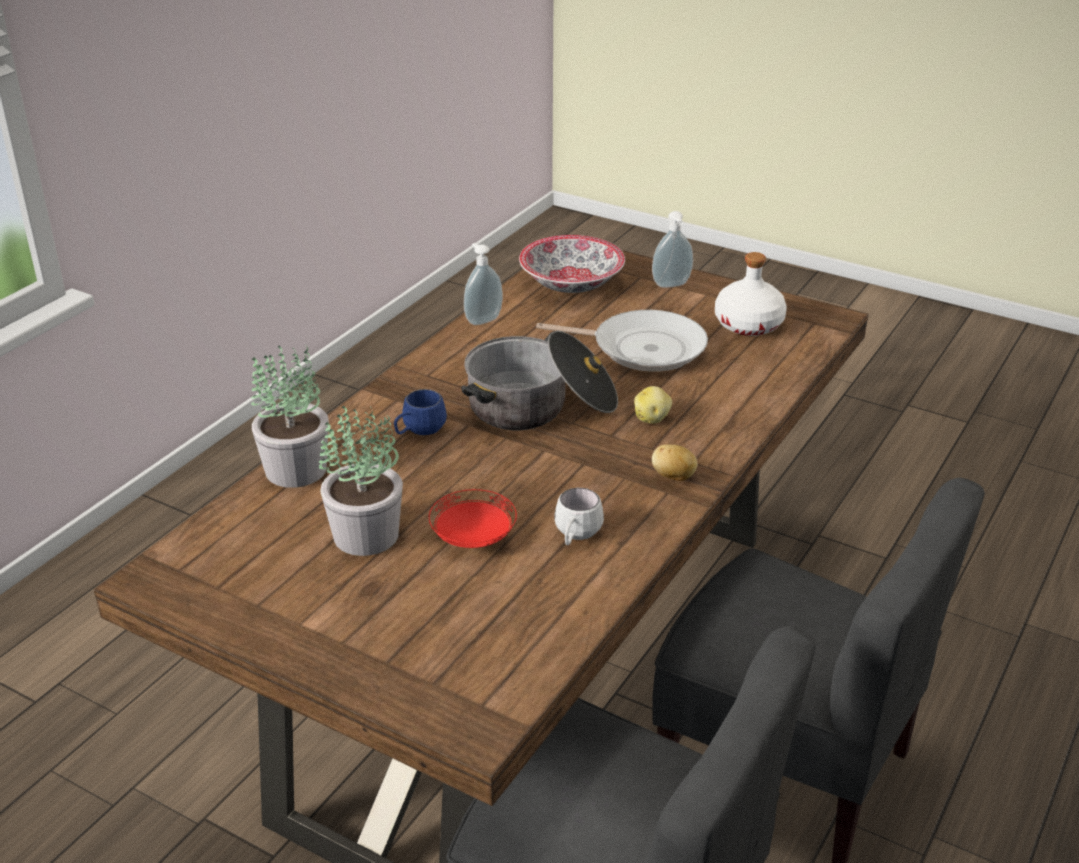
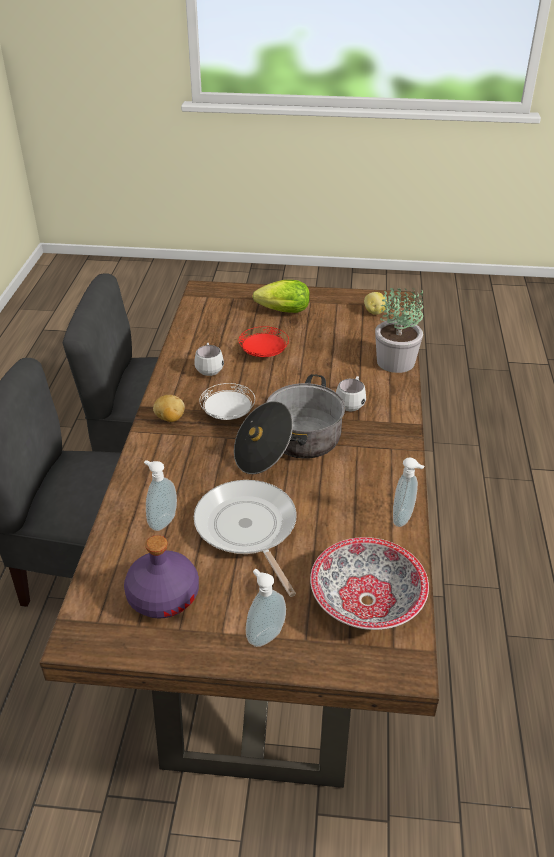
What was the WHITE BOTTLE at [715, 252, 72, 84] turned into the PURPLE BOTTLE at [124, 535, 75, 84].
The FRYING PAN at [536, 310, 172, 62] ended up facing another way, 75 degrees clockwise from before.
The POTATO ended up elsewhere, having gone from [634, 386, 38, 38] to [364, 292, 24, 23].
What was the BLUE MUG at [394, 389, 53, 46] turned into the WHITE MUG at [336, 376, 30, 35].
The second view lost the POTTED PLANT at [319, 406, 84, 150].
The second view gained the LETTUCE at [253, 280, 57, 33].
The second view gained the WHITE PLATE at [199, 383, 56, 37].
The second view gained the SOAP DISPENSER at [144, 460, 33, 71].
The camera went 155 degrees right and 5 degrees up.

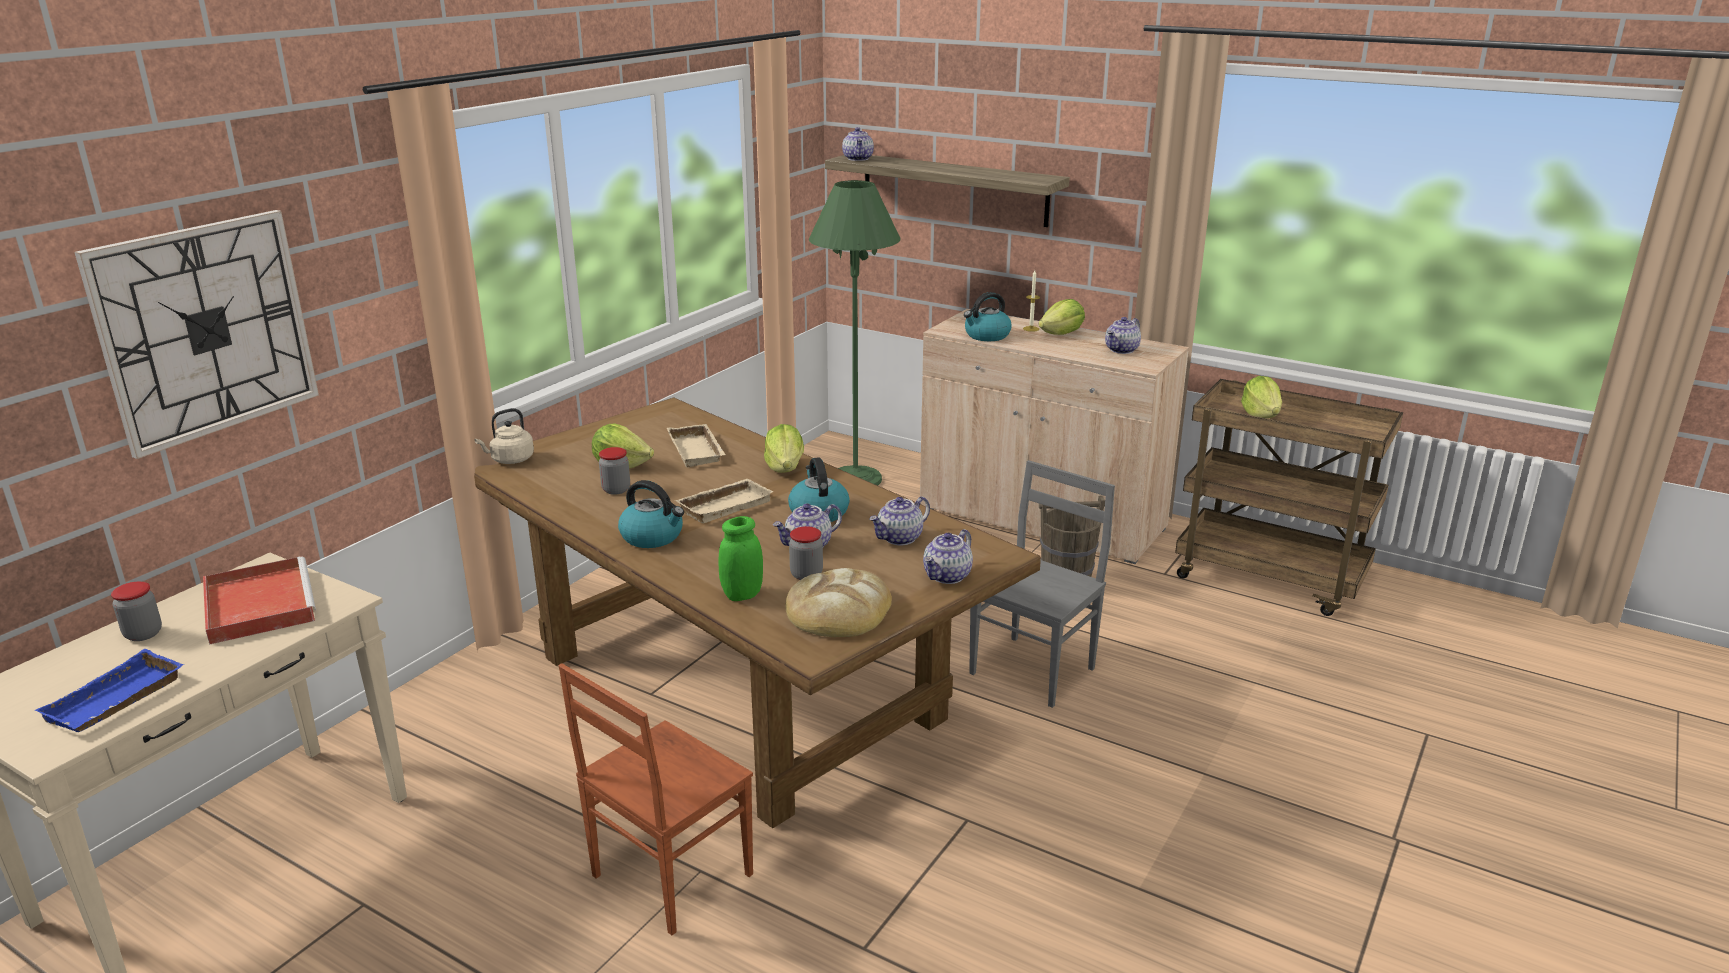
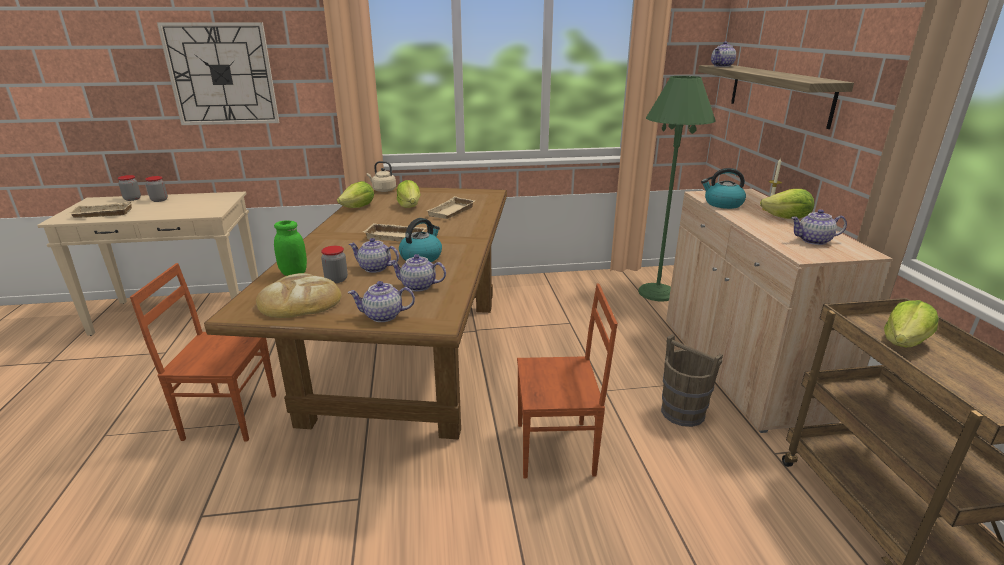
The LETTUCE ended up elsewhere, having gone from [764, 424, 40, 49] to [337, 181, 37, 27].
The JAR ended up elsewhere, having gone from [599, 447, 31, 48] to [118, 175, 23, 26].
What was the GREY CHAIR at [969, 460, 146, 248] turned into the BROWN CHAIR at [517, 284, 101, 194].
The second view lost the KETTLE at [618, 480, 66, 68].
The second view lost the RED TRAY at [203, 556, 113, 89].
What was the BLUE TRAY at [35, 649, 149, 83] turned into the BEIGE TRAY at [68, 201, 65, 17].
The camera went 50 degrees right and 0 degrees up.

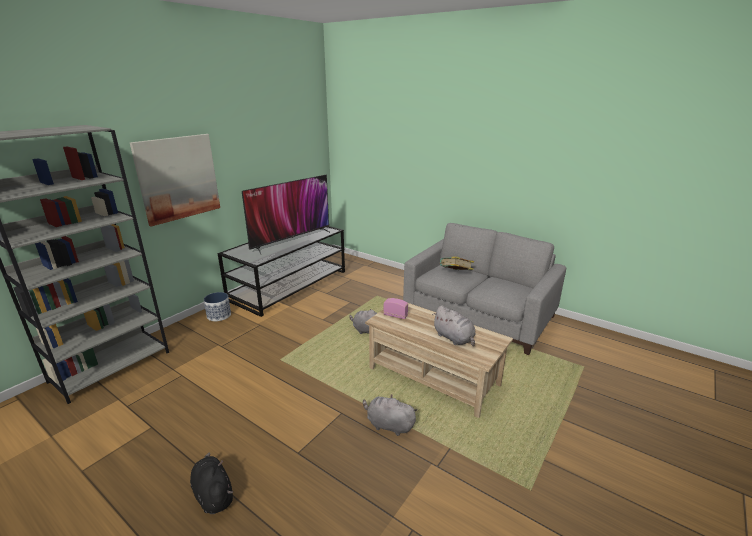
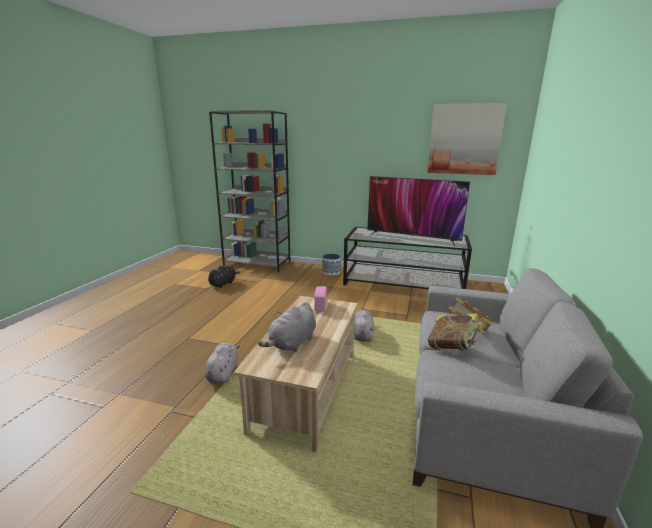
The PICTURE ended up elsewhere, having gone from [130, 134, 90, 93] to [427, 103, 80, 72].
The BLACK PLUSH TOY ended up elsewhere, having gone from [190, 453, 43, 61] to [208, 266, 33, 22].
The second view gained the BOOK at [428, 313, 55, 37].
The camera went 70 degrees right and 5 degrees down.

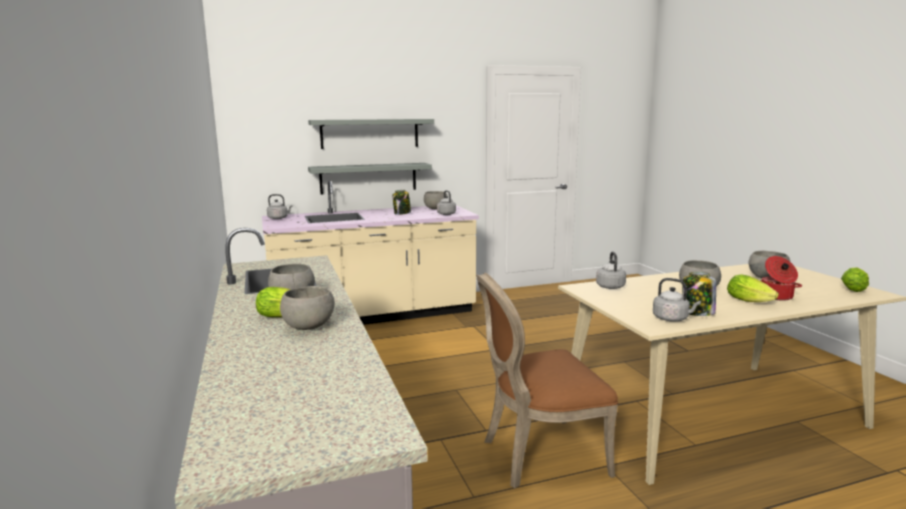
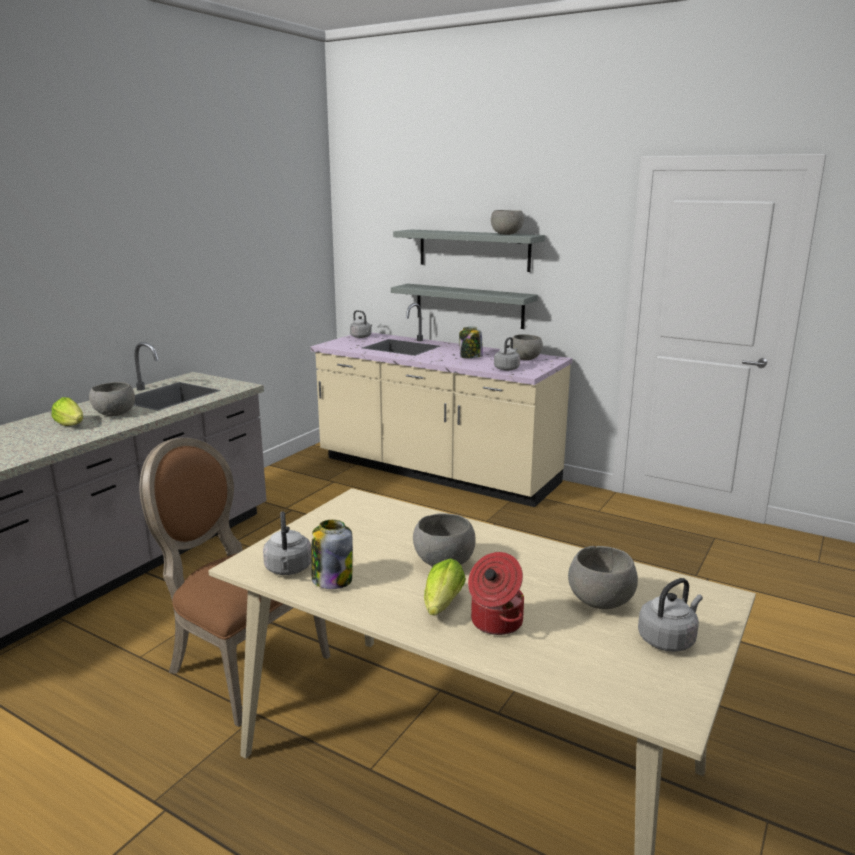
The GREY KETTLE ended up elsewhere, having gone from [596, 251, 30, 38] to [638, 578, 65, 74].
The second view lost the LETTUCE at [841, 267, 28, 25].
The GREY BOWL ended up elsewhere, having gone from [280, 286, 55, 44] to [491, 210, 33, 25].
The camera went 50 degrees right and 5 degrees up.

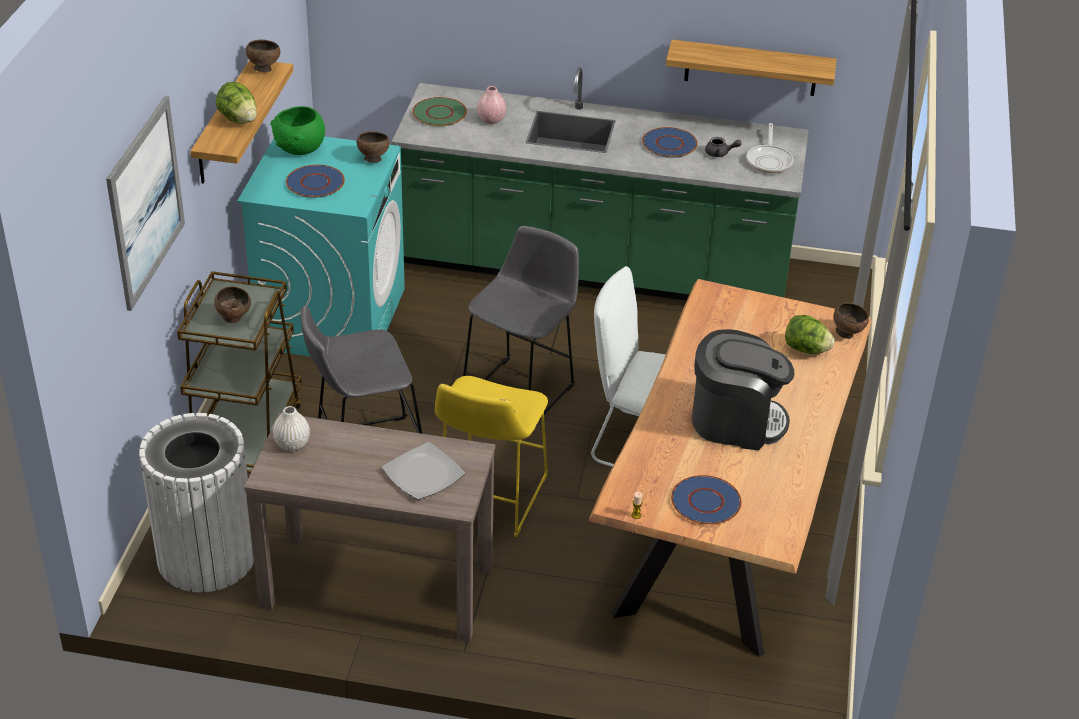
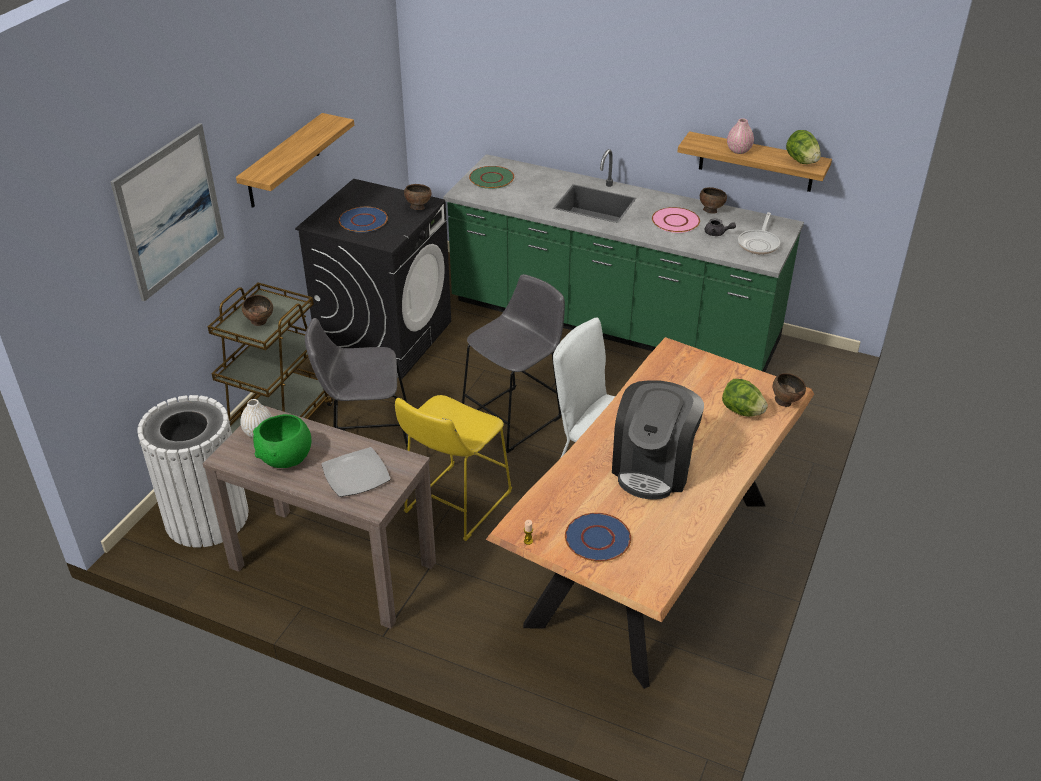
The BROWN BOWL ended up elsewhere, having gone from [246, 39, 34, 33] to [700, 187, 27, 27].
The LETTUCE ended up elsewhere, having gone from [216, 82, 41, 42] to [786, 130, 35, 34].
The PINK VASE ended up elsewhere, having gone from [477, 86, 29, 38] to [727, 118, 27, 36].
The GREEN BOWL ended up elsewhere, having gone from [270, 106, 55, 49] to [253, 414, 58, 54].
What was the BLUE PLATE at [642, 127, 56, 31] turned into the PINK PLATE at [652, 207, 48, 26].
What was the TURQUOISE WASHING MACHINE at [237, 137, 168, 220] turned into the BLACK WASHING MACHINE at [295, 179, 156, 200].
The COFFEE MACHINE at [692, 329, 103, 122] ended up facing another way, 90 degrees clockwise from before.
The camera went 15 degrees right and 0 degrees up.

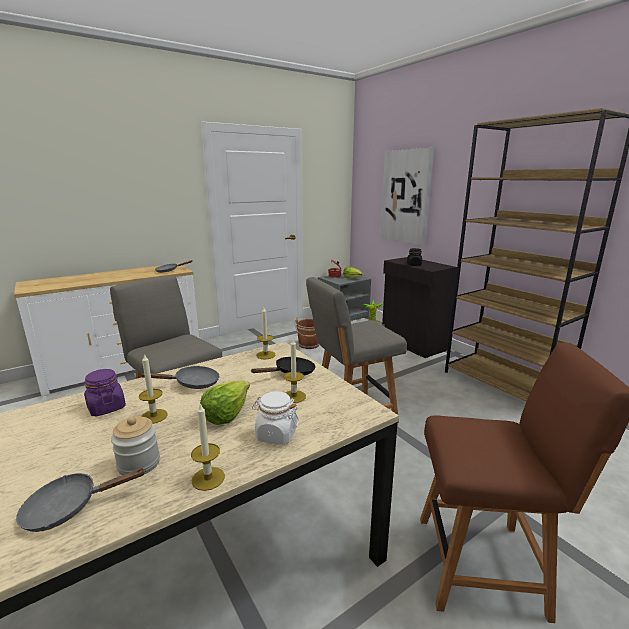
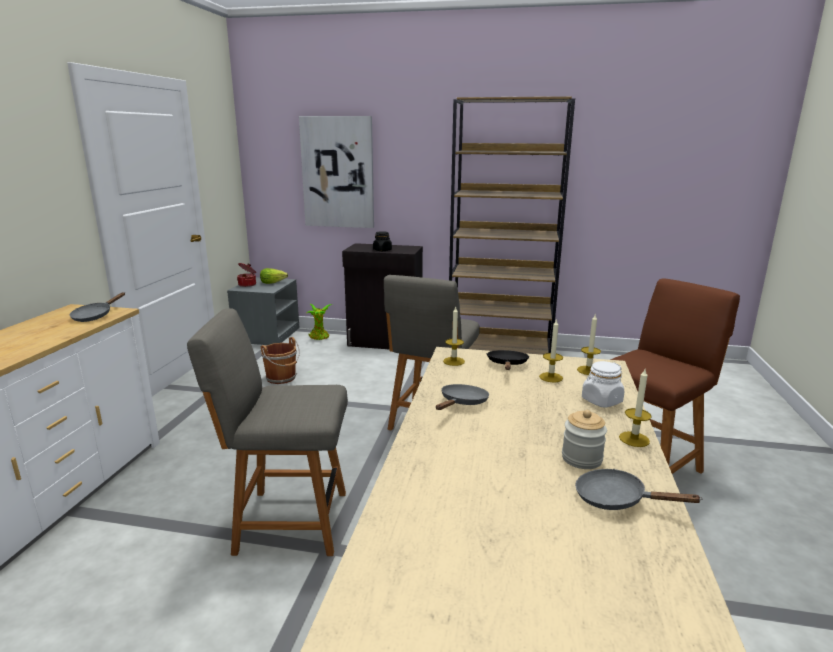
The CANDLE ended up elsewhere, having gone from [139, 353, 29, 71] to [577, 315, 24, 60].
The second view lost the PURPLE JAR at [84, 369, 42, 47].
The second view lost the LETTUCE at [200, 380, 50, 45].
The GREY FRYING PAN at [16, 468, 130, 64] ended up facing another way, 90 degrees clockwise from before.
The camera went 45 degrees left and 0 degrees up.

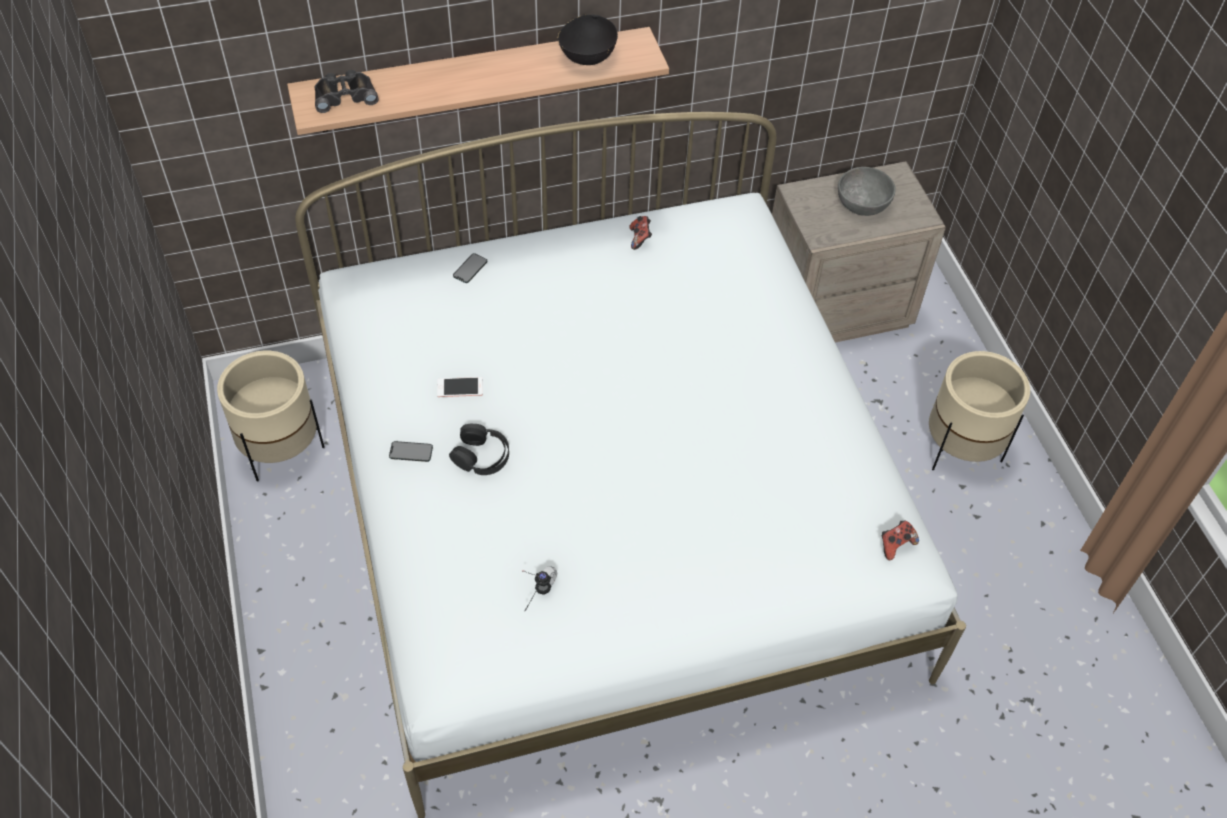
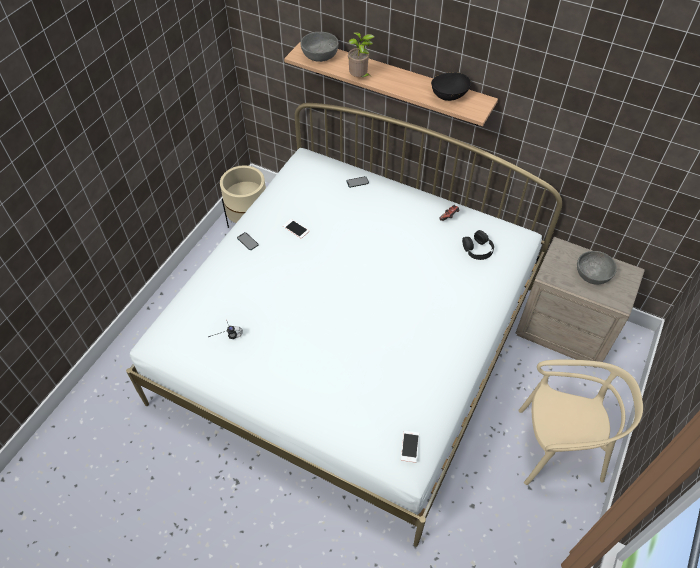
Where the BLACK BINOCULARS stood at [314, 70, 65, 43], the GREY BOWL came to stand at [300, 32, 39, 30].
Where the BEIGE PLANTER stood at [929, 351, 101, 119], the BEIGE CHAIR came to stand at [518, 359, 125, 126].
The BLACK HEADPHONES ended up elsewhere, having gone from [449, 424, 60, 51] to [462, 230, 32, 30].
Where the GAME CONTROLLER stood at [882, 520, 37, 40], the PHONE came to stand at [401, 431, 18, 32].
The second view gained the POTTED PLANT at [348, 32, 27, 45].
The camera went 45 degrees right and 0 degrees up.

